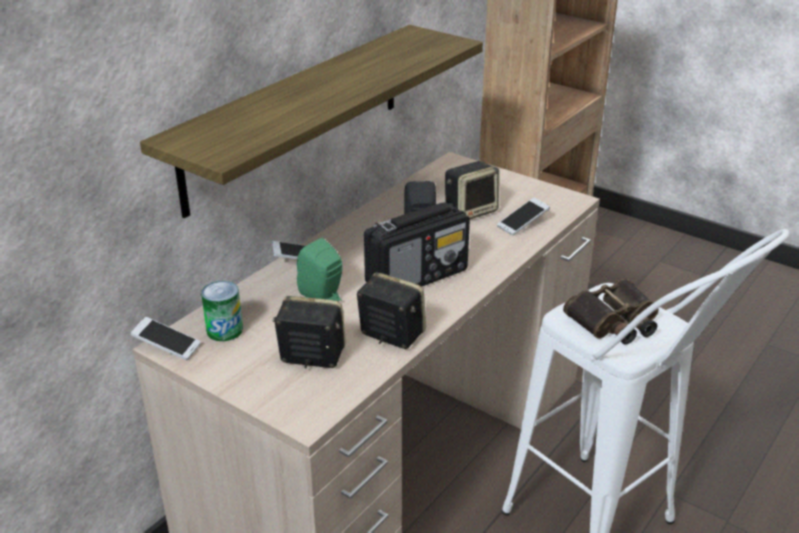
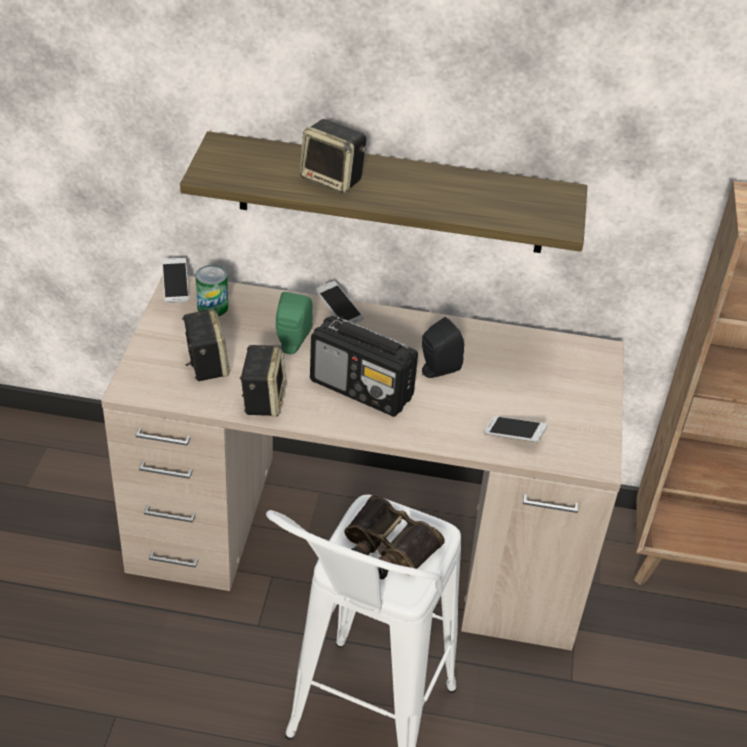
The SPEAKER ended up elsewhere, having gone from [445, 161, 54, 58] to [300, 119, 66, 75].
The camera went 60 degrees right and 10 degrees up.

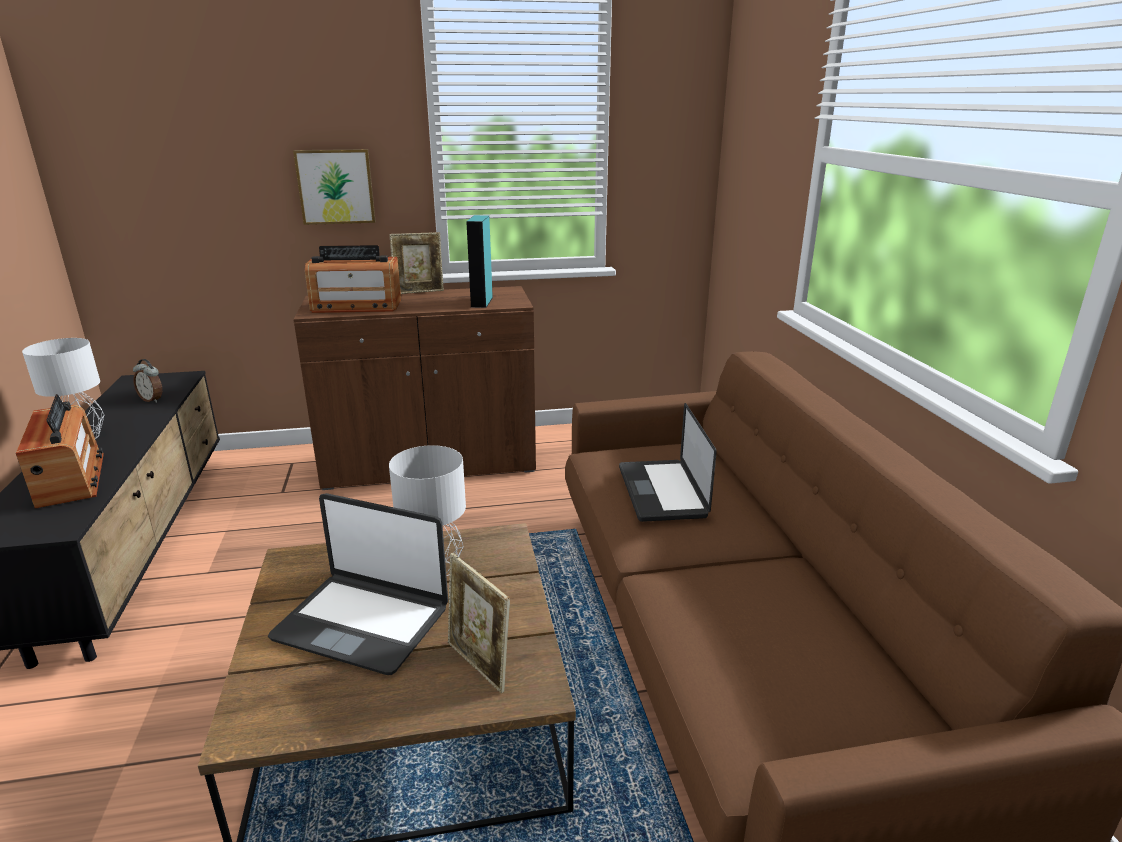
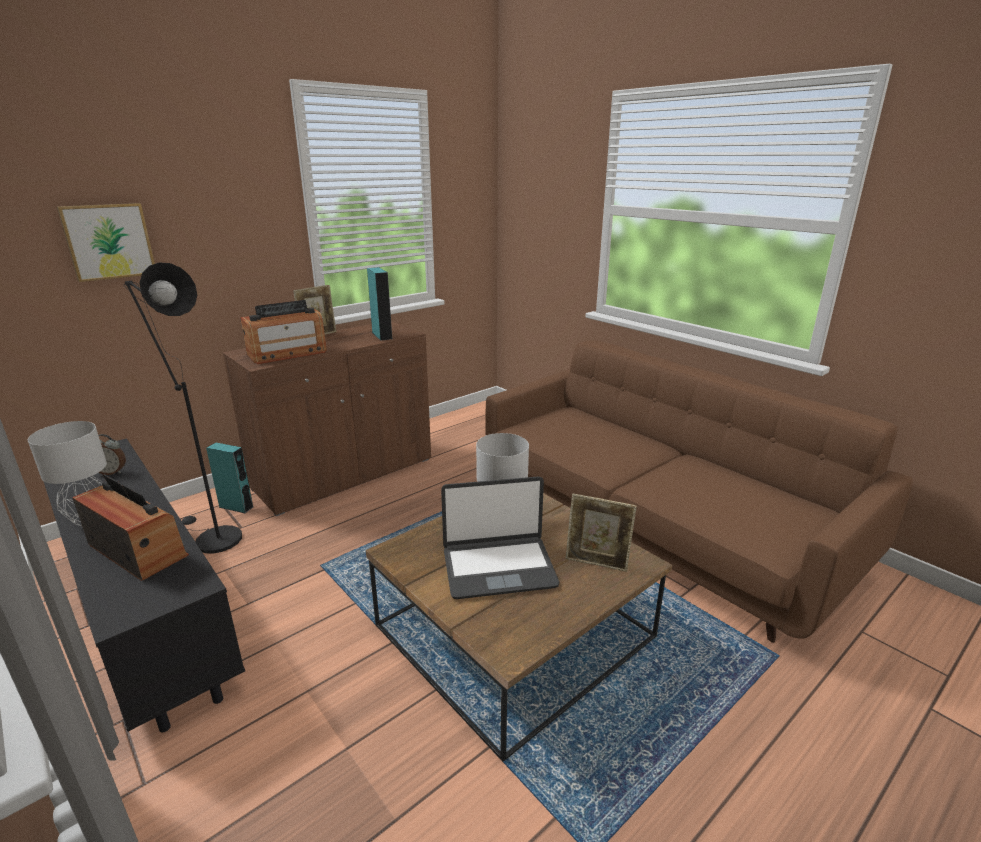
The PICTURE ended up elsewhere, having gone from [293, 149, 83, 76] to [57, 203, 98, 79].
The second view lost the LAPTOP at [619, 403, 98, 119].
The second view gained the BLACK FLOOR LAMP at [125, 262, 117, 292].
The second view gained the TURQUOISE SPEAKER at [206, 443, 47, 70].
The camera went 30 degrees left and 0 degrees up.

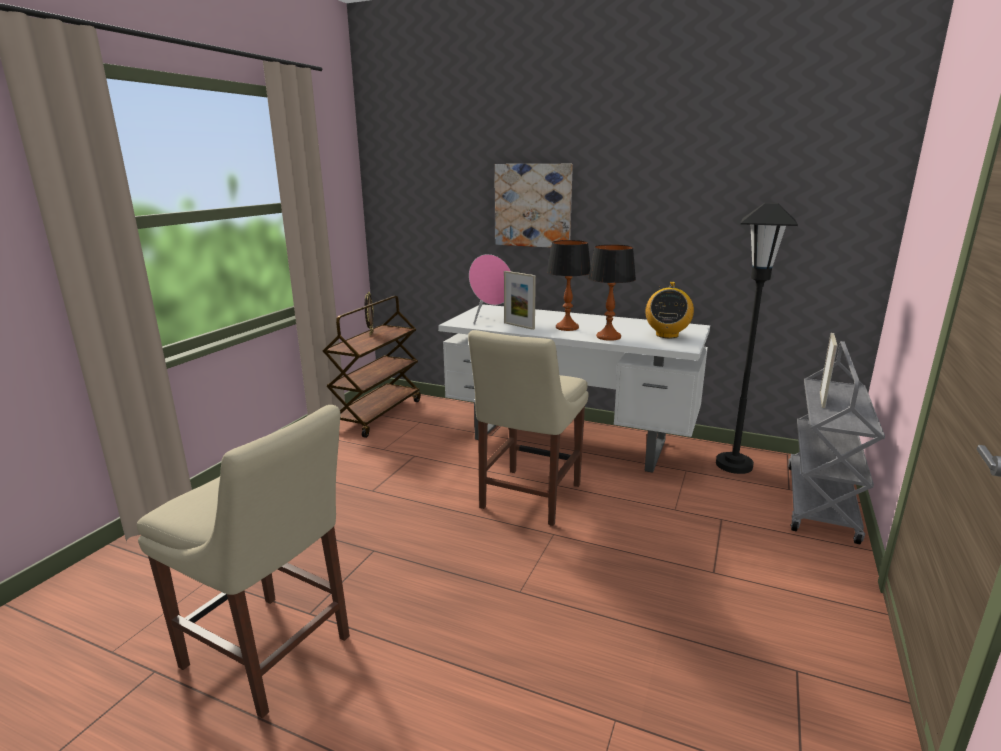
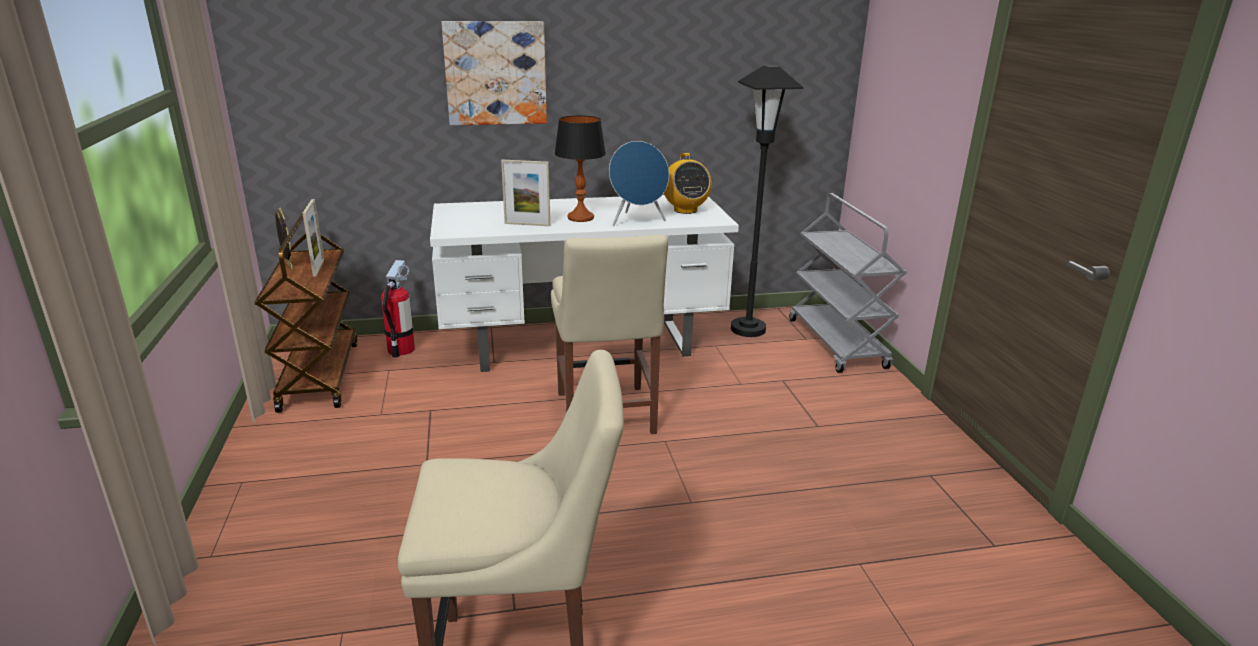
Where the TABLE LAMP stood at [588, 245, 48, 96], the BLUE SPEAKER came to stand at [609, 141, 60, 85].
The second view lost the PINK SPEAKER at [469, 254, 41, 70].
The PICTURE FRAME ended up elsewhere, having gone from [820, 333, 18, 75] to [303, 199, 21, 78].
The second view gained the FIRE EXTINGUISHER at [381, 260, 34, 98].
The camera went 35 degrees left and 5 degrees up.

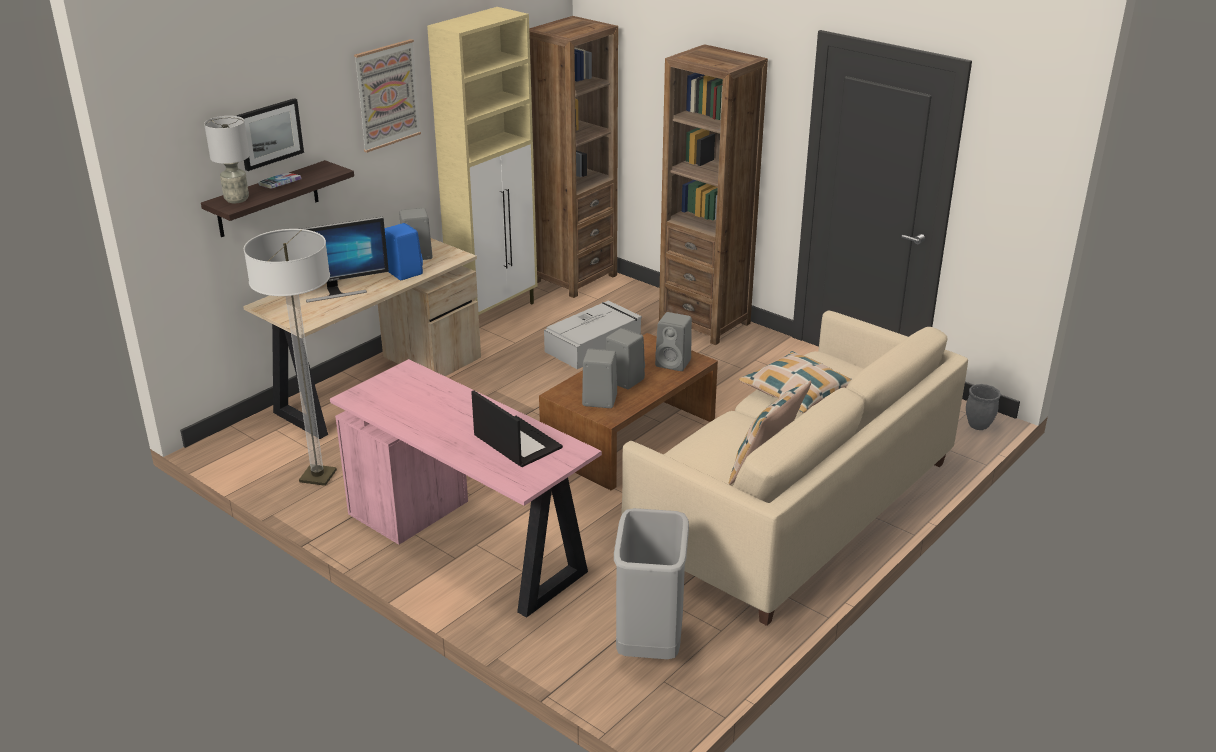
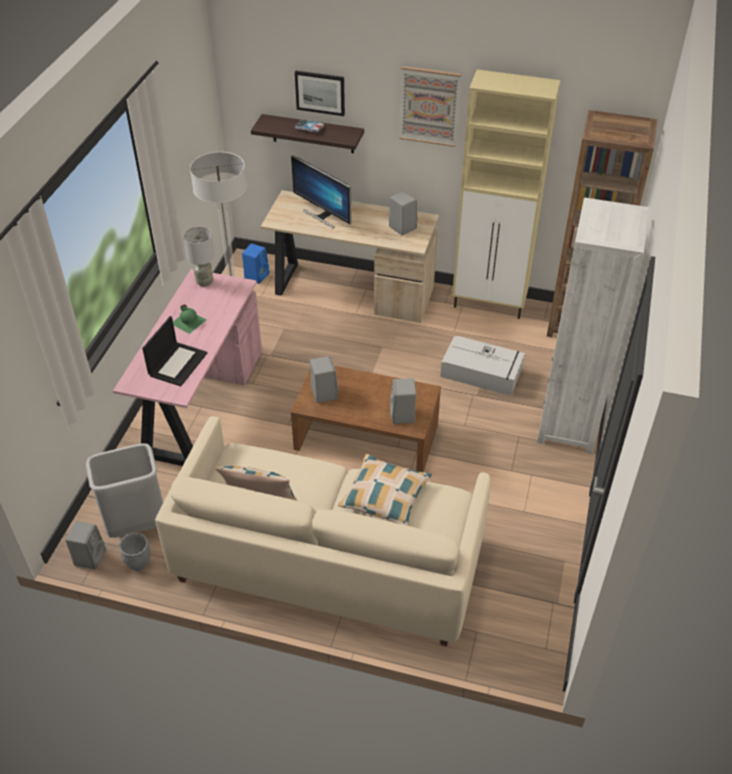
What was the BROWN BOOKCASE at [659, 44, 109, 301] turned into the WHITE BOOKCASE at [537, 198, 112, 256].
The GREY TABLE LAMP ended up elsewhere, having gone from [204, 116, 46, 87] to [183, 227, 32, 60].
The BLUE SPEAKER ended up elsewhere, having gone from [385, 223, 38, 57] to [242, 243, 27, 41].
The GREY SPEAKER ended up elsewhere, having gone from [606, 328, 39, 61] to [66, 521, 40, 49].
The GREY PLANTER ended up elsewhere, having gone from [966, 384, 35, 46] to [119, 532, 32, 39].
The second view gained the GREEN BOTTLE at [173, 304, 34, 30].
The camera went 65 degrees right and 15 degrees up.

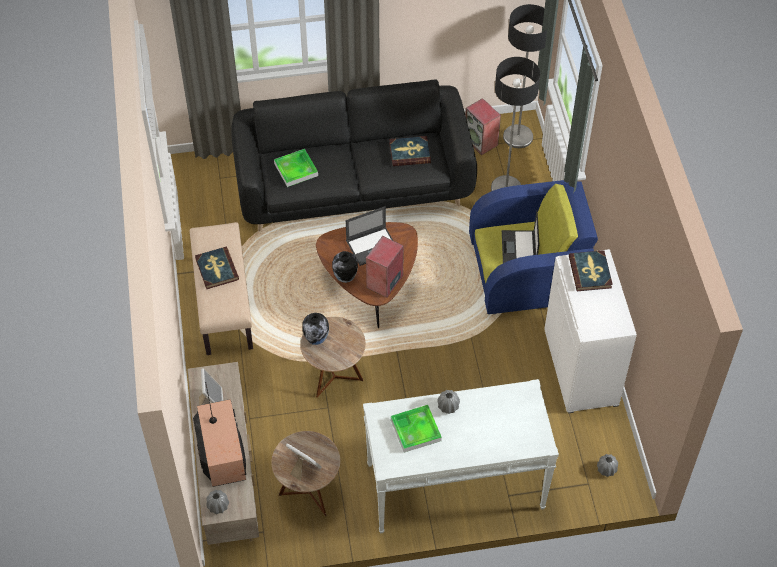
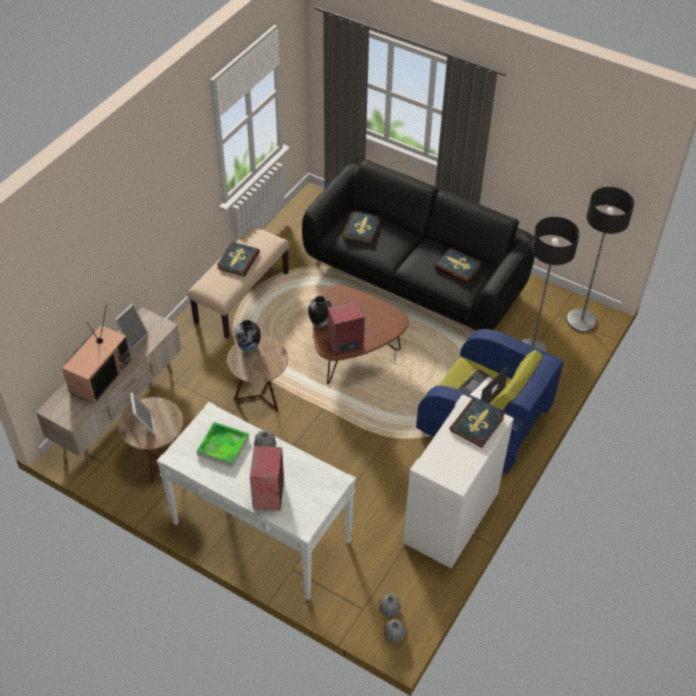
The SPEAKER ended up elsewhere, having gone from [465, 98, 36, 57] to [250, 446, 34, 65].
Where the TRAY stood at [274, 149, 44, 38], the BOOK came to stand at [342, 212, 38, 32].
The second view lost the LAPTOP at [346, 207, 47, 59].
The GREY VASE ended up elsewhere, having gone from [206, 490, 23, 24] to [384, 619, 22, 24].
The camera went 40 degrees right and 5 degrees down.

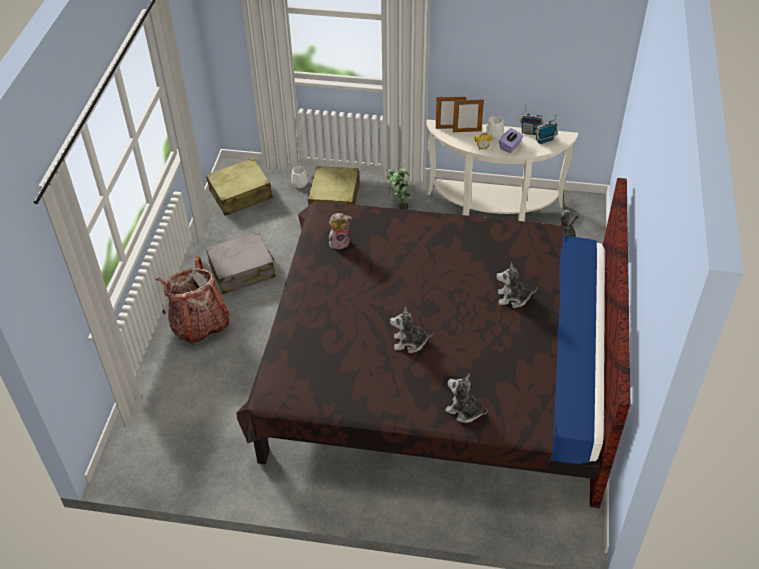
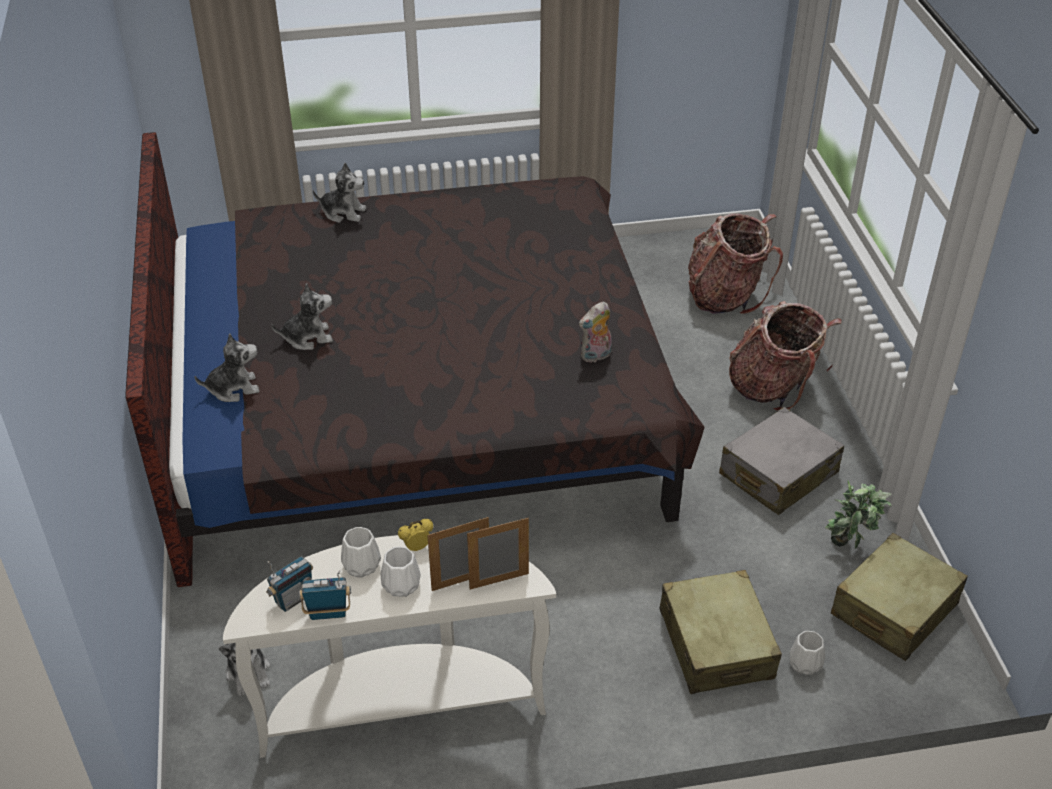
Where the PURPLE TISSUE BOX stood at [499, 128, 24, 25], the WHITE VASE came to stand at [341, 527, 40, 50].
The POTTED PLANT ended up elsewhere, having gone from [386, 160, 28, 50] to [825, 481, 67, 68].
The PLUSH TOY ended up elsewhere, having gone from [390, 306, 44, 47] to [194, 333, 66, 69].
The second view gained the BACKPACK at [688, 213, 95, 101].
The camera went 160 degrees right and 5 degrees down.

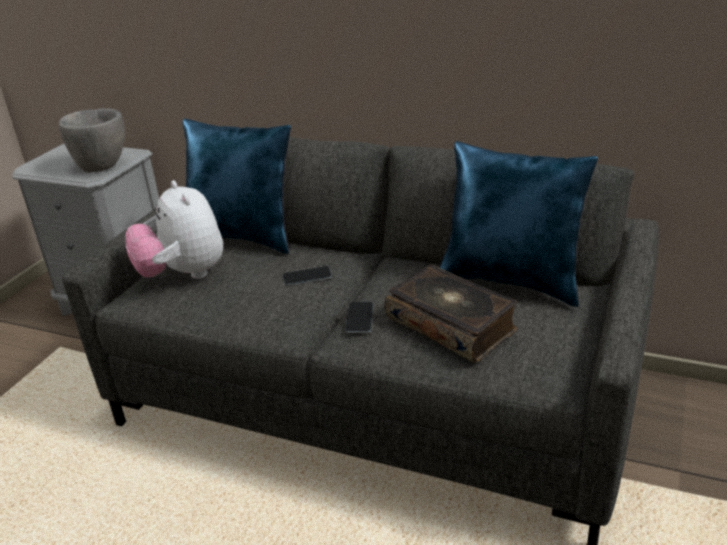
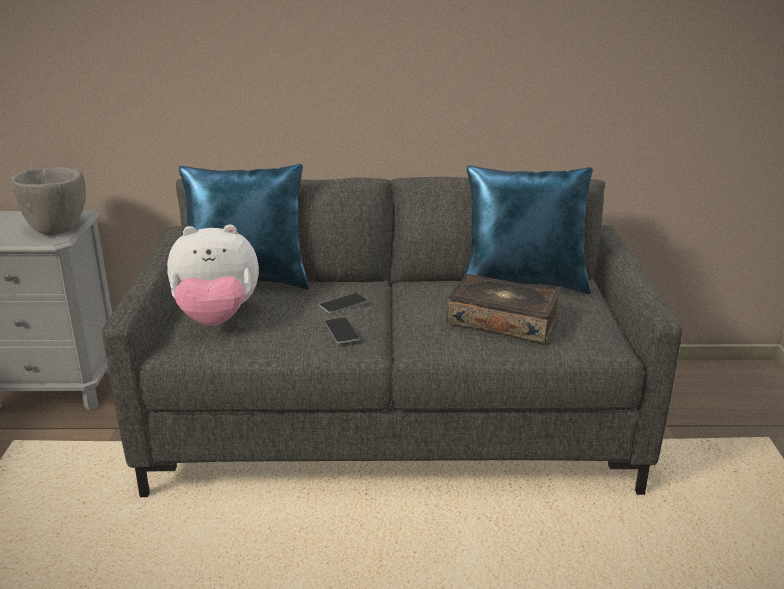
The PLUSH TOY at [125, 180, 98, 99] ended up facing another way, 45 degrees counterclockwise from before.
The PHONE ended up elsewhere, having gone from [345, 302, 28, 31] to [325, 318, 34, 25].
The camera went 25 degrees left and 5 degrees down.

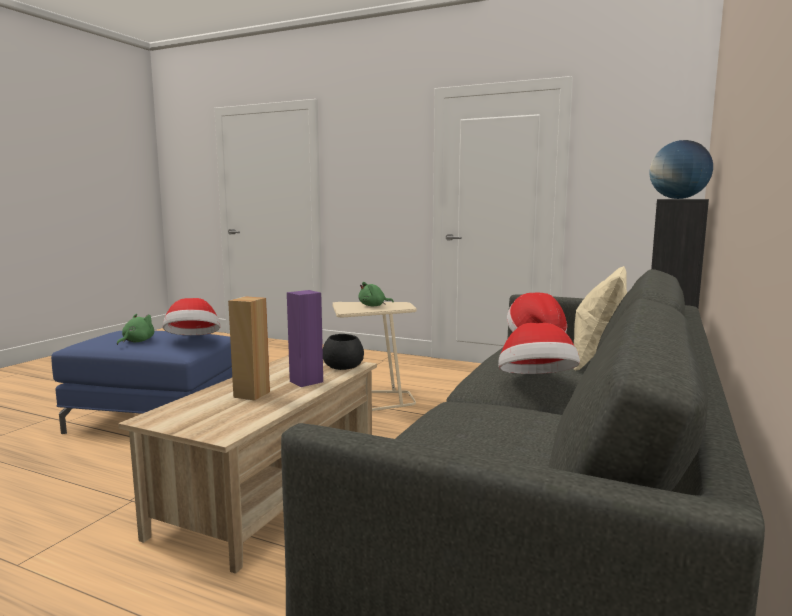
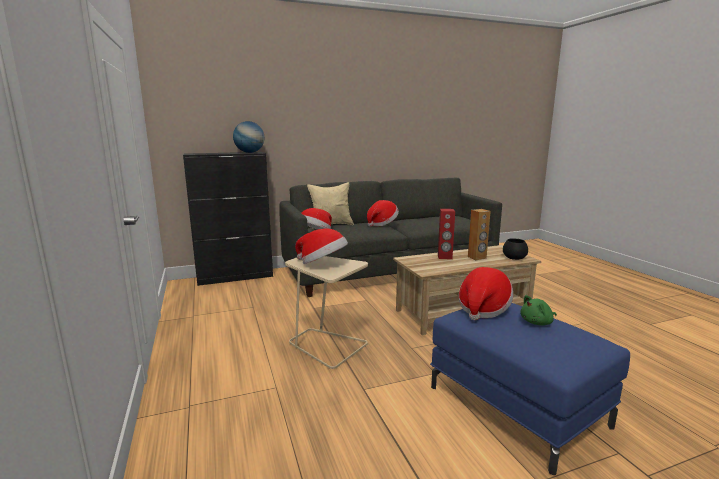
Where the GREEN PLUSH TOY stood at [358, 282, 36, 24], the HAT came to stand at [295, 228, 53, 36].
What was the PURPLE SPEAKER at [287, 290, 36, 97] turned into the RED SPEAKER at [438, 209, 17, 50].
The BLACK BOWL ended up elsewhere, having gone from [323, 334, 41, 36] to [503, 238, 25, 22].
The camera went 135 degrees left and 5 degrees up.

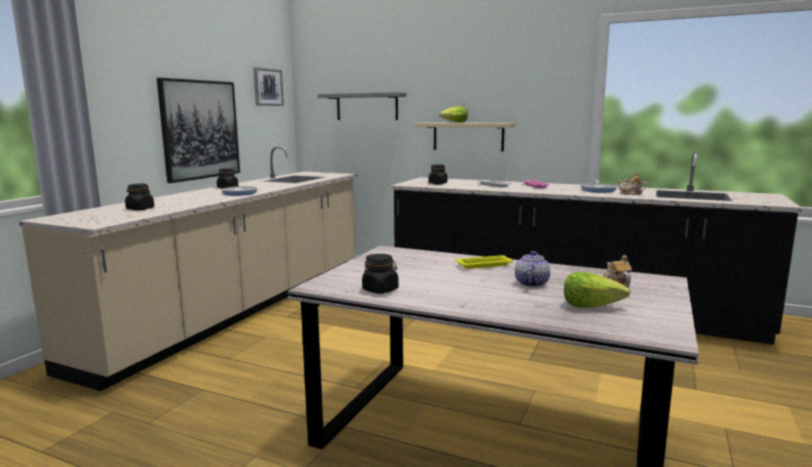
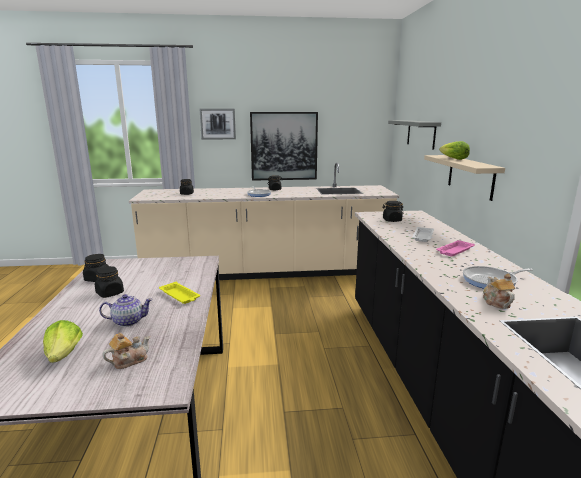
The PICTURE ended up elsewhere, having gone from [253, 67, 31, 39] to [199, 108, 37, 32].
The second view gained the BLACK JAR at [95, 266, 29, 32].
The camera went 60 degrees right and 5 degrees up.

